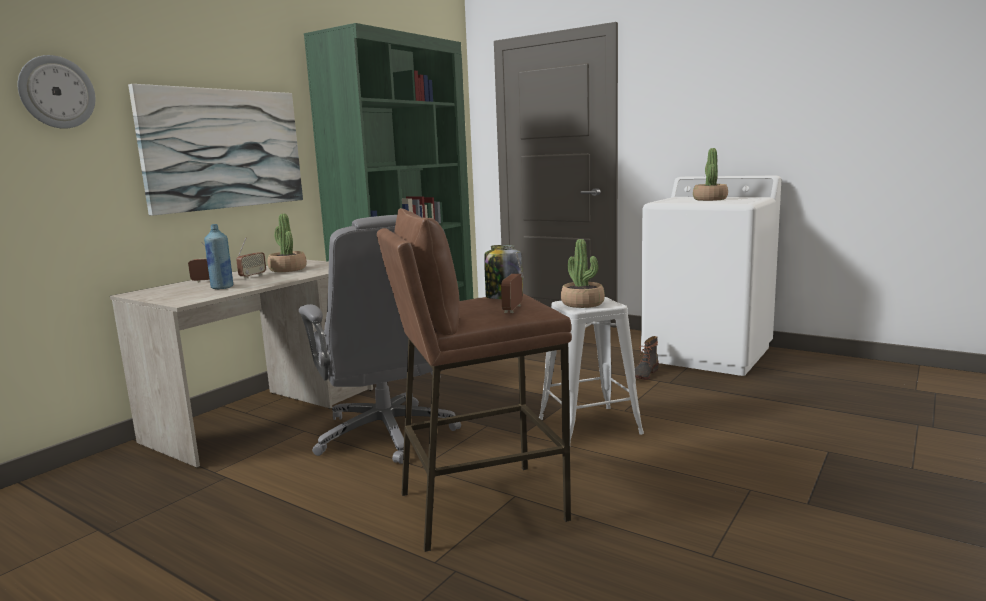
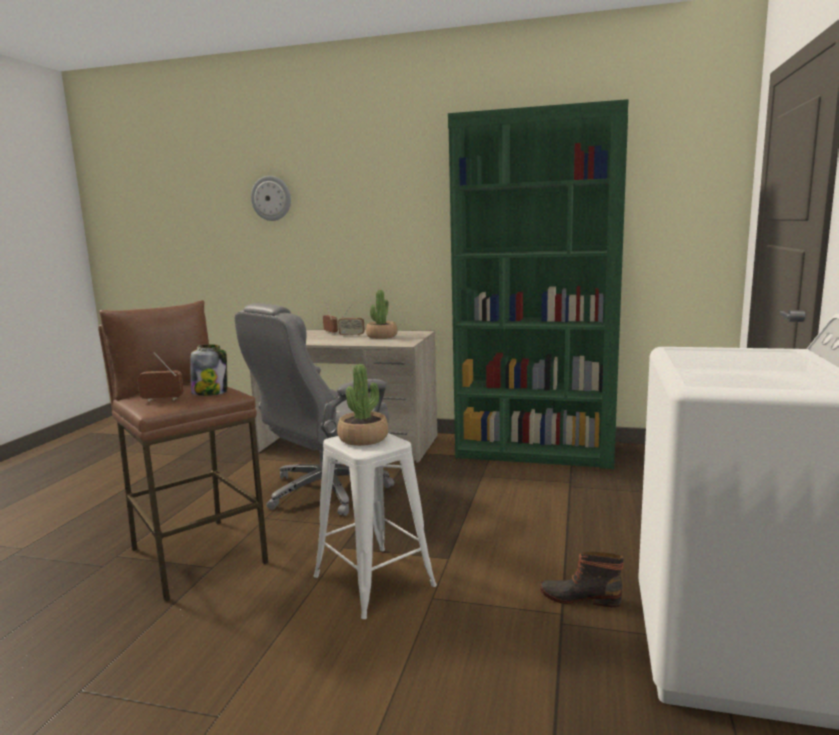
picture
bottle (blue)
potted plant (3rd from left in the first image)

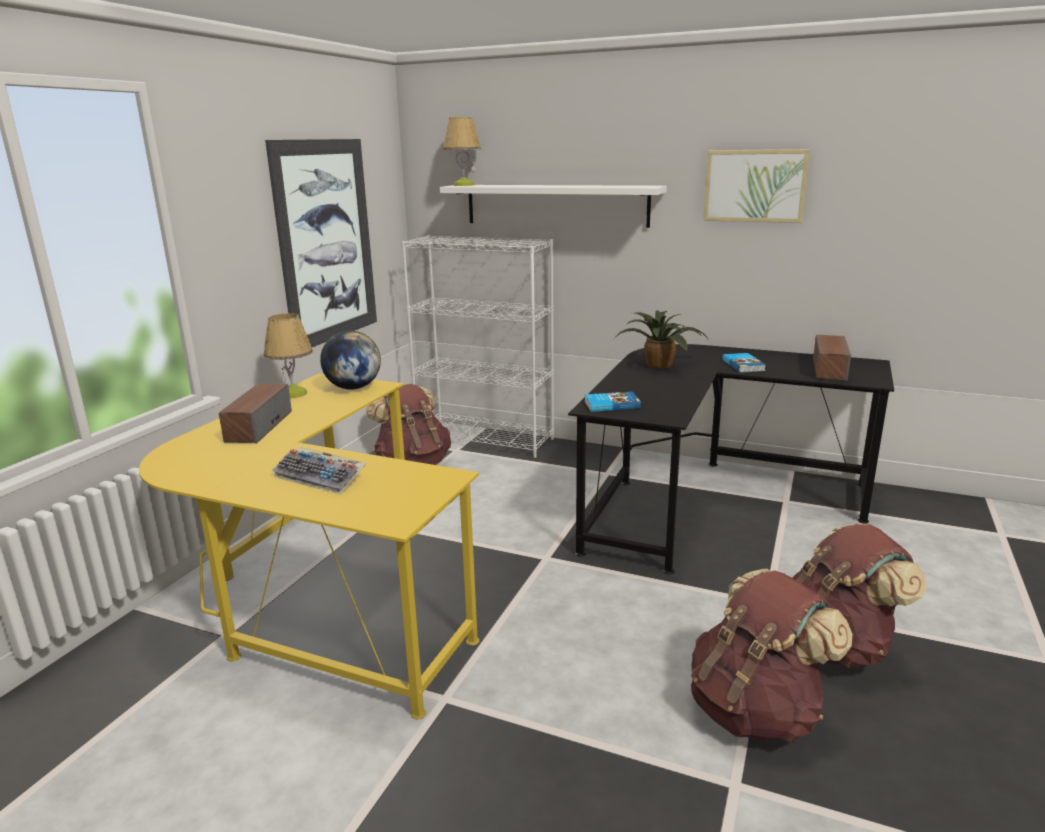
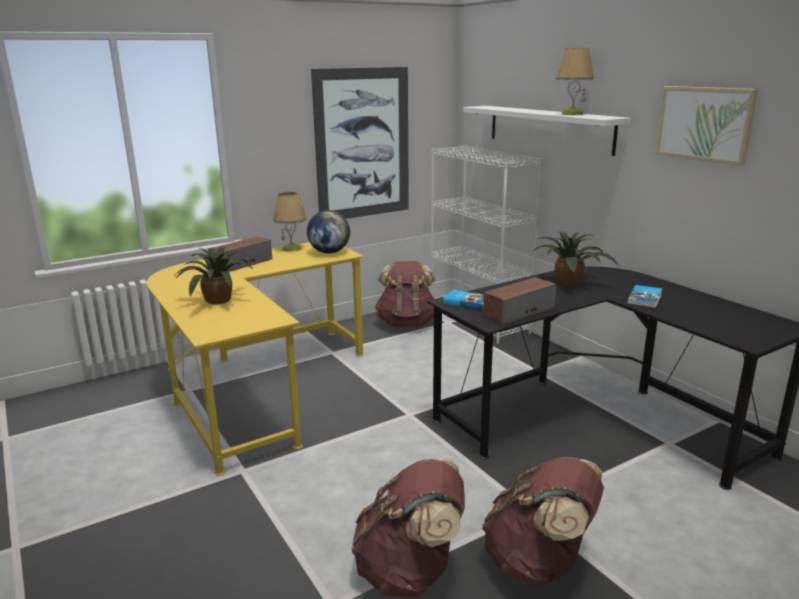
potted plant (1st from left)
speaker (2nd from left)
table lamp (2nd from left)

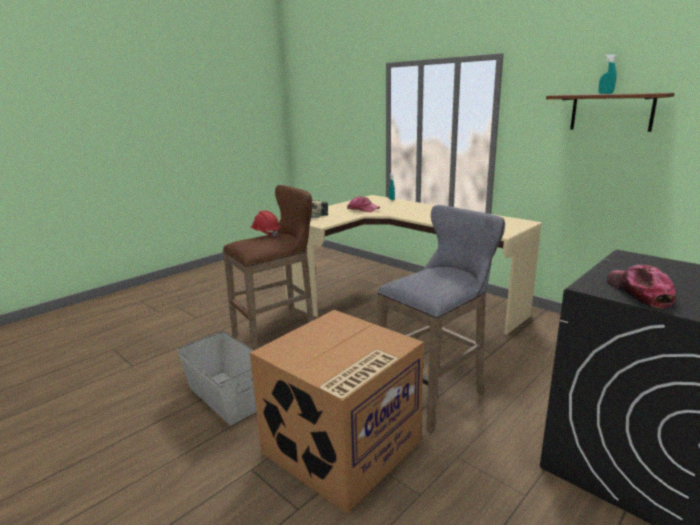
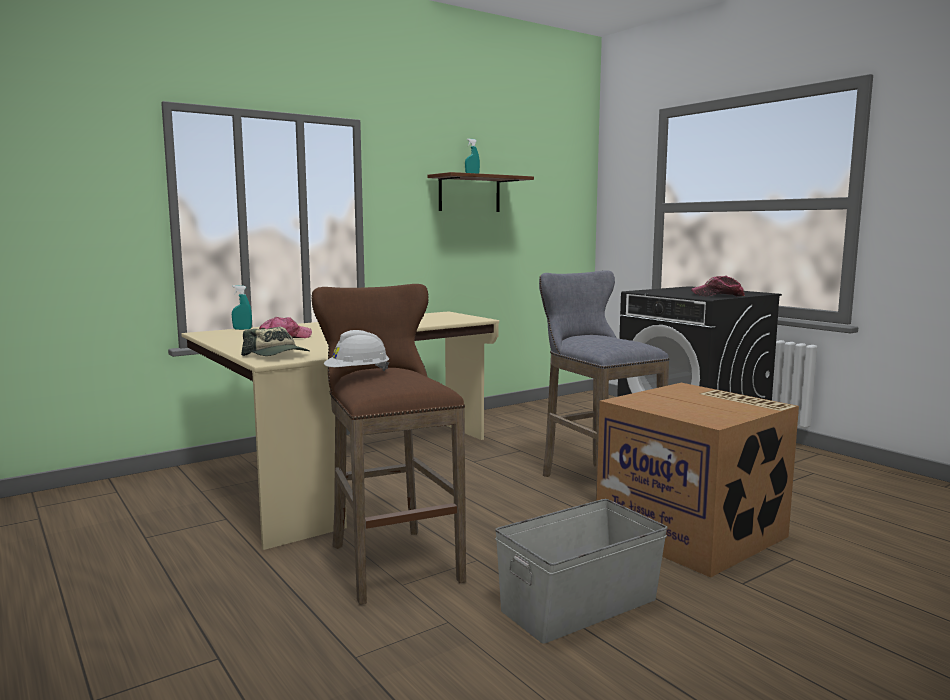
hard hat (white)

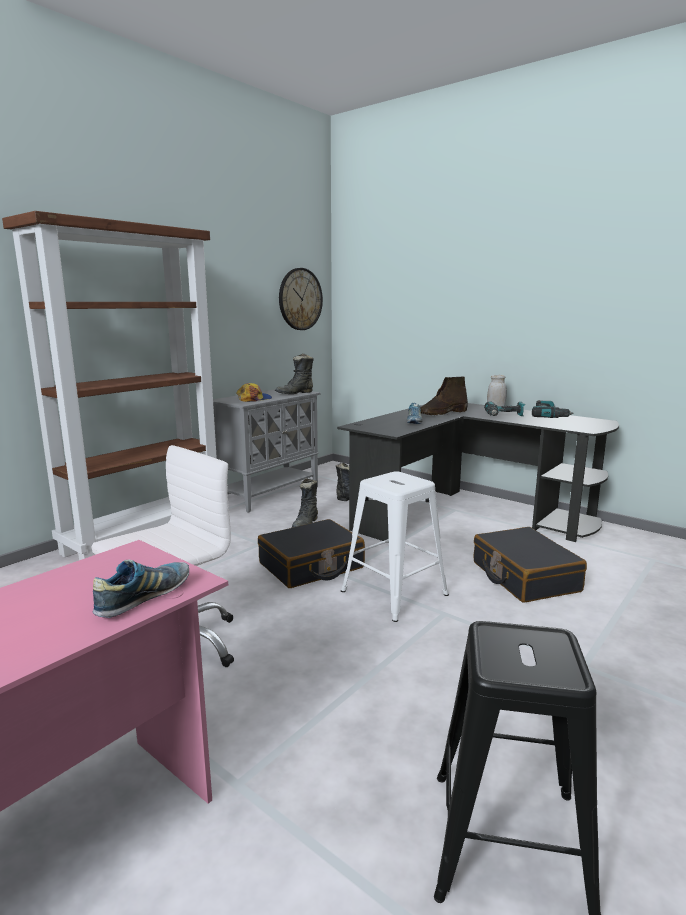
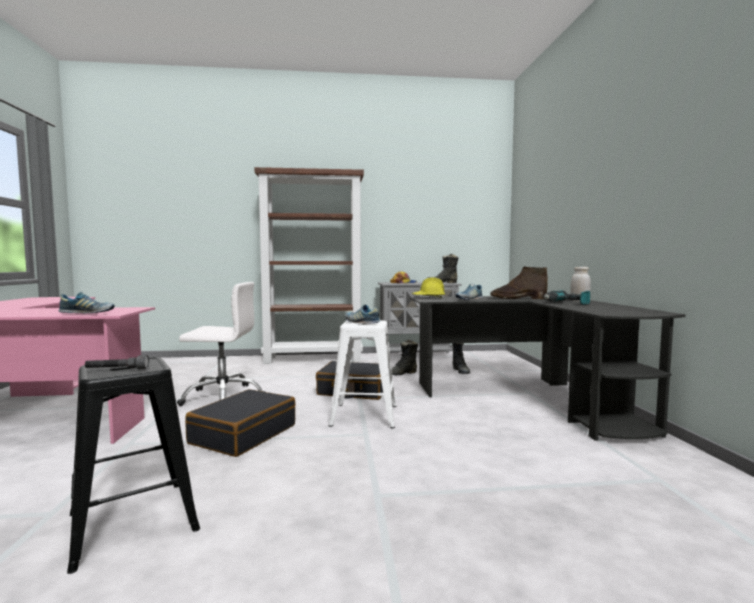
flashlight (grey)
suitcase (black) (1st from left)
shoe (2nd from left)
hard hat (yellow)
wall clock
power drill (2nd from left in the first image)

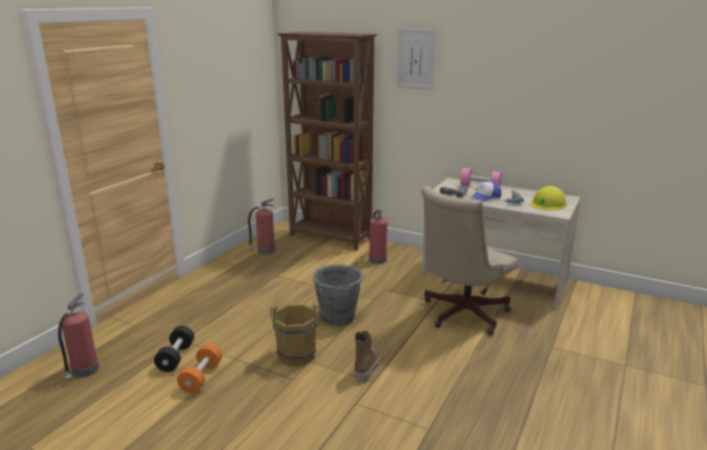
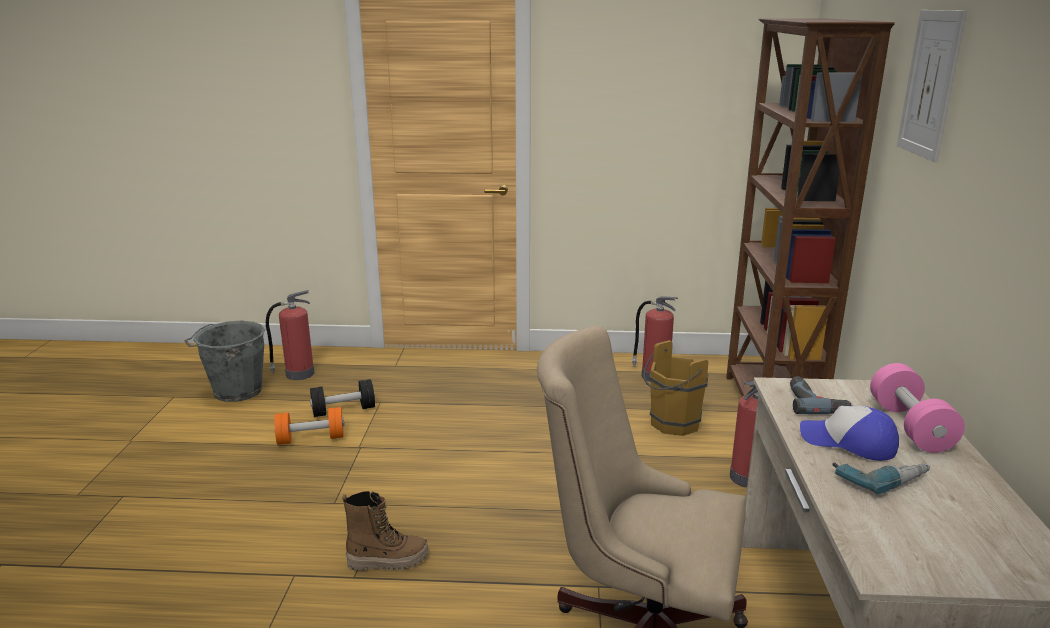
bucket (grey)
bucket (brown)
hard hat (yellow)

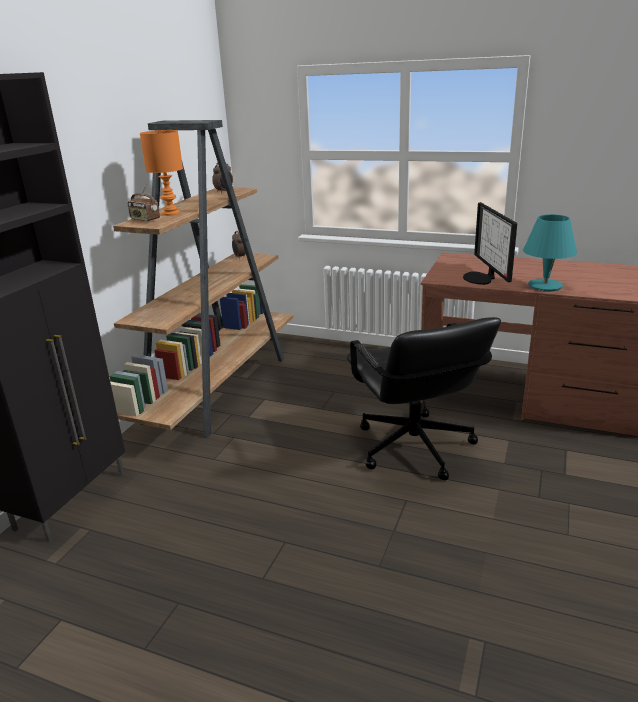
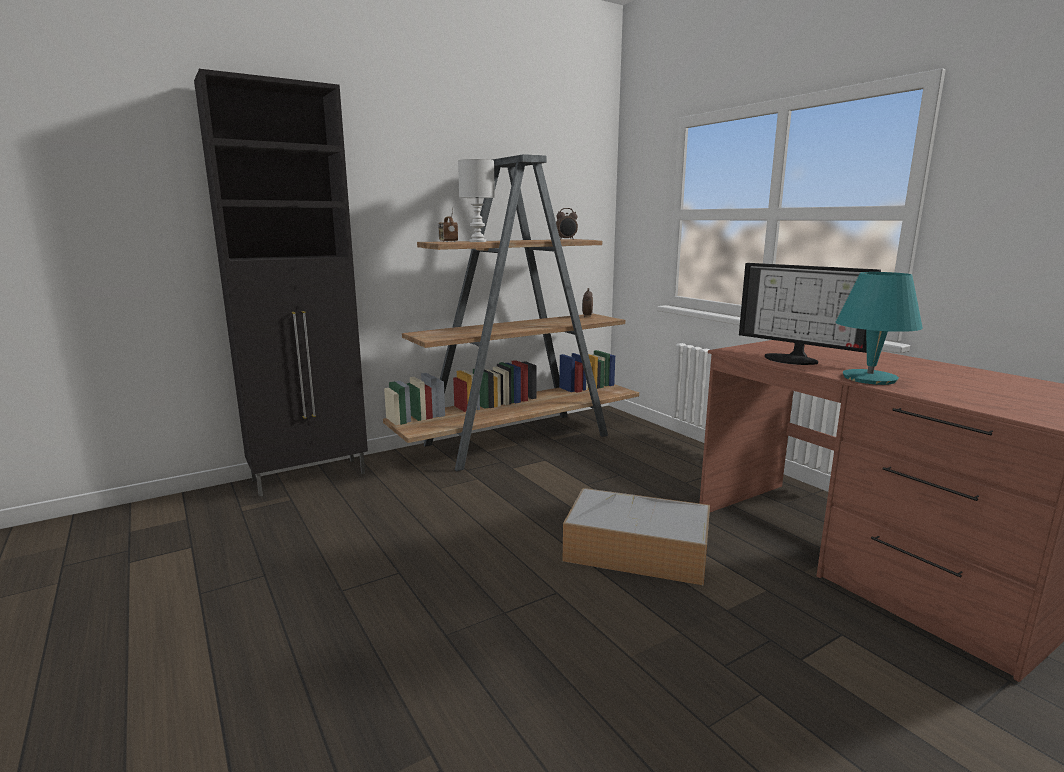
table lamp (white)
storage box
monitor

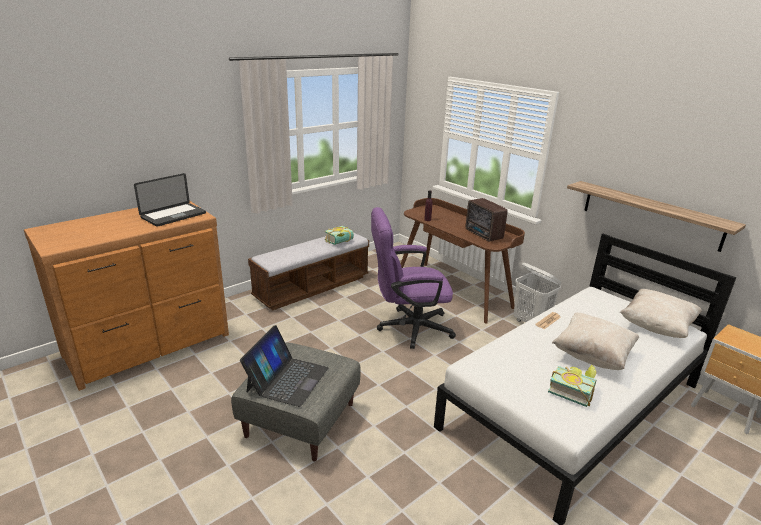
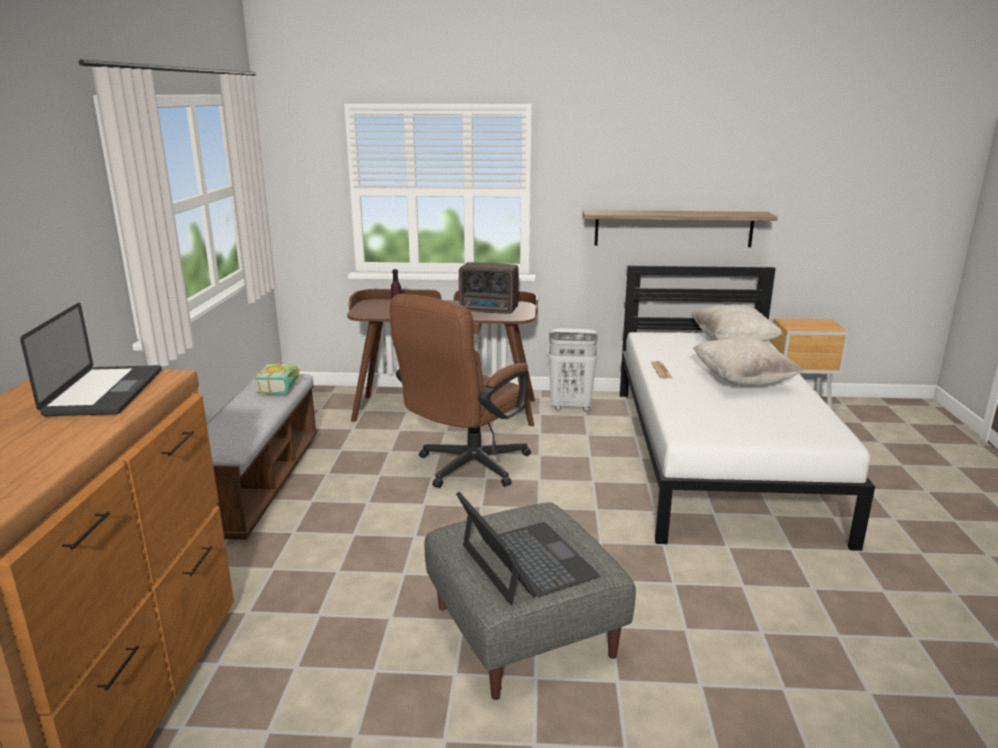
office chair (brown)
book (2nd from left in the first image)

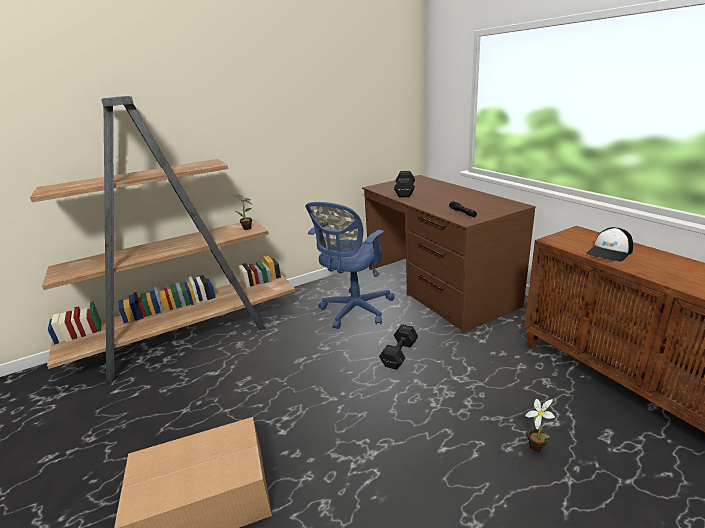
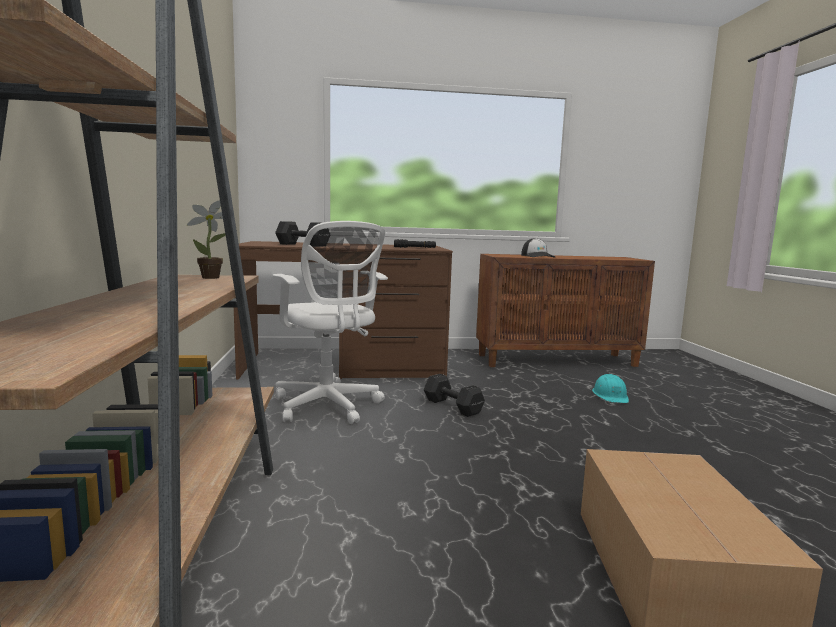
office chair (white)
hard hat (turquoise)

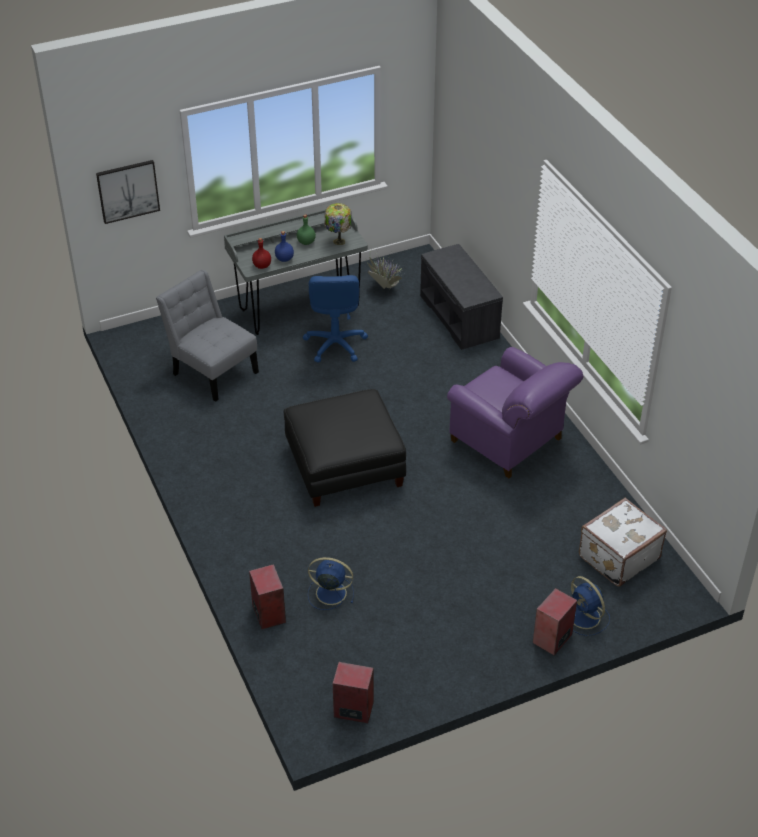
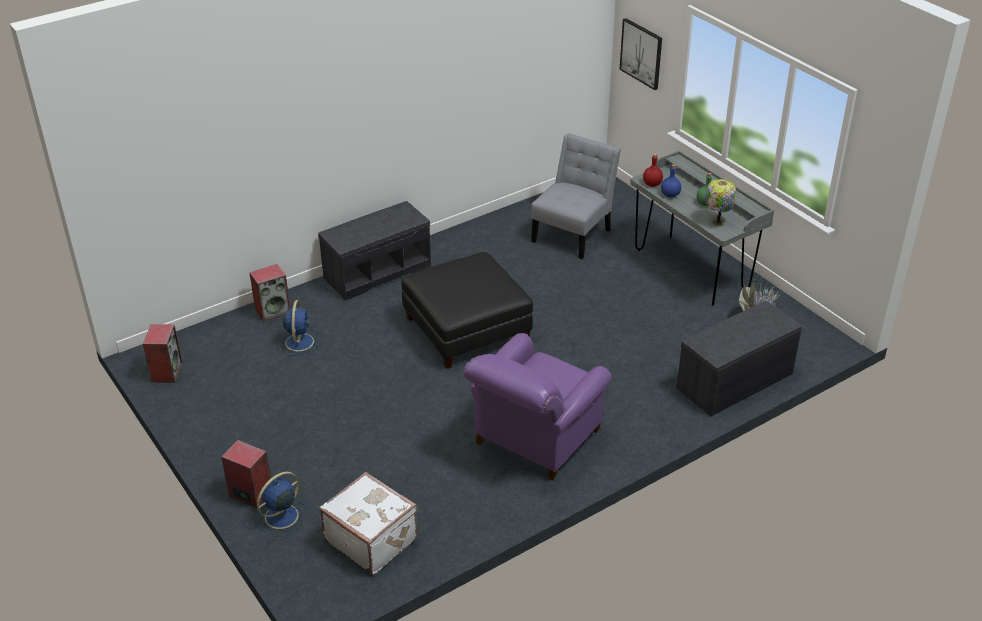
bench (grey) (1st from left)
office chair (blue)

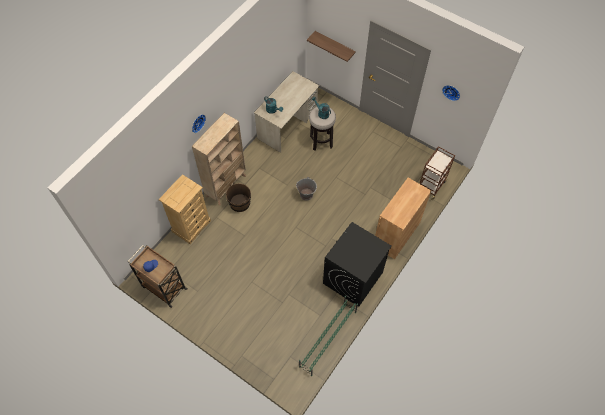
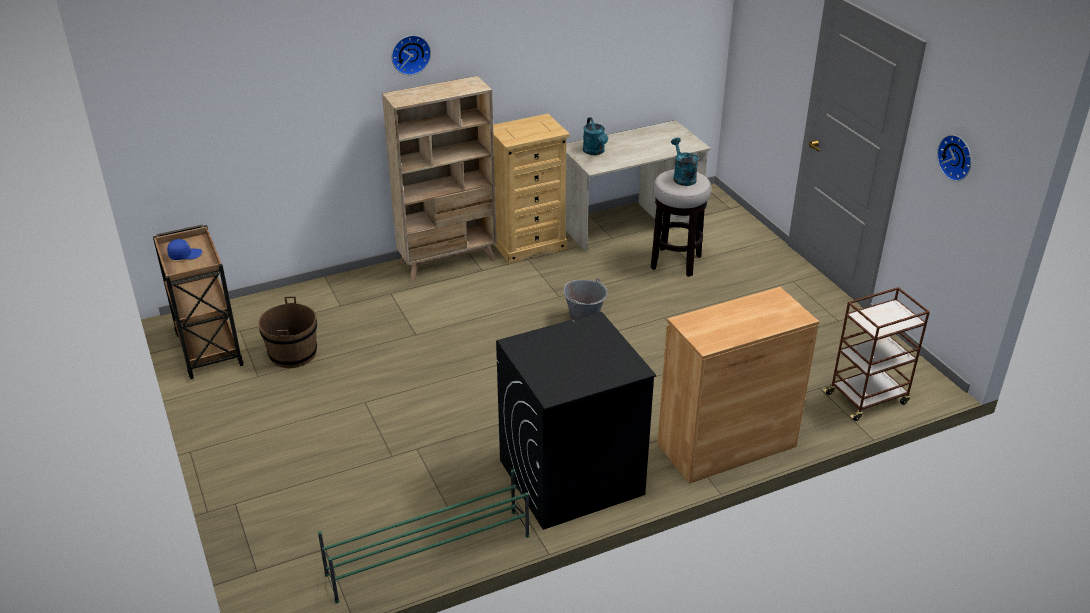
bucket (brown)
dresser (beige)
shelf

